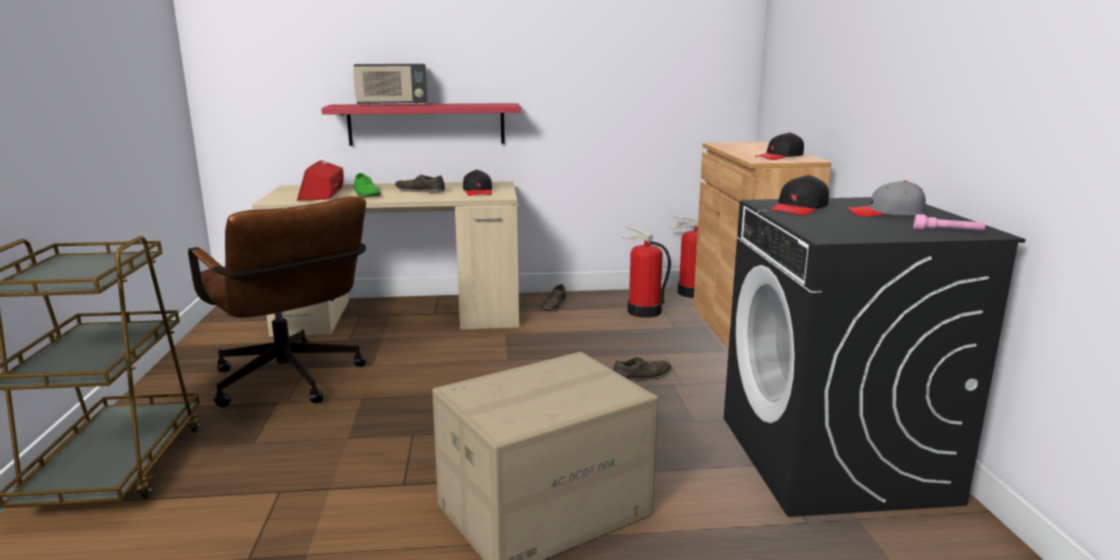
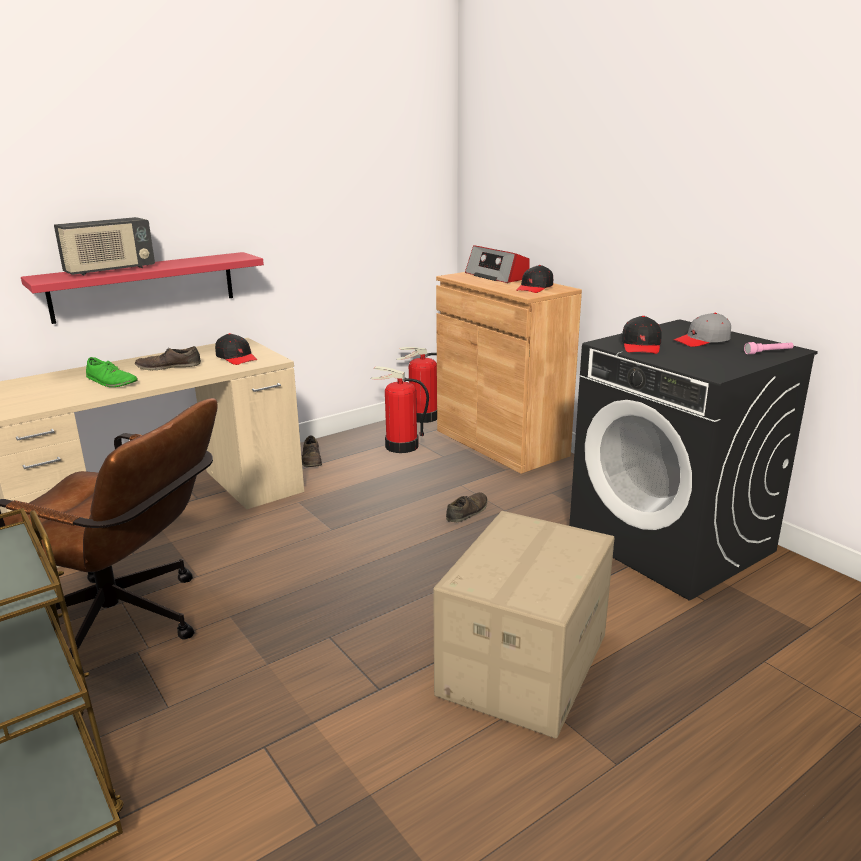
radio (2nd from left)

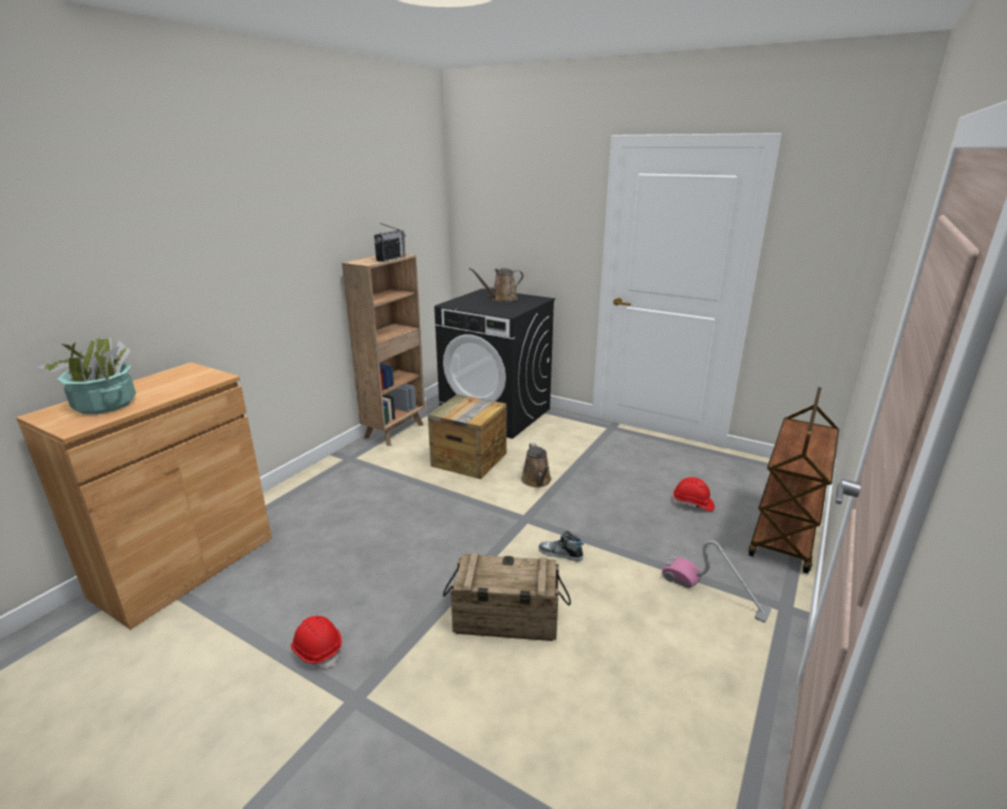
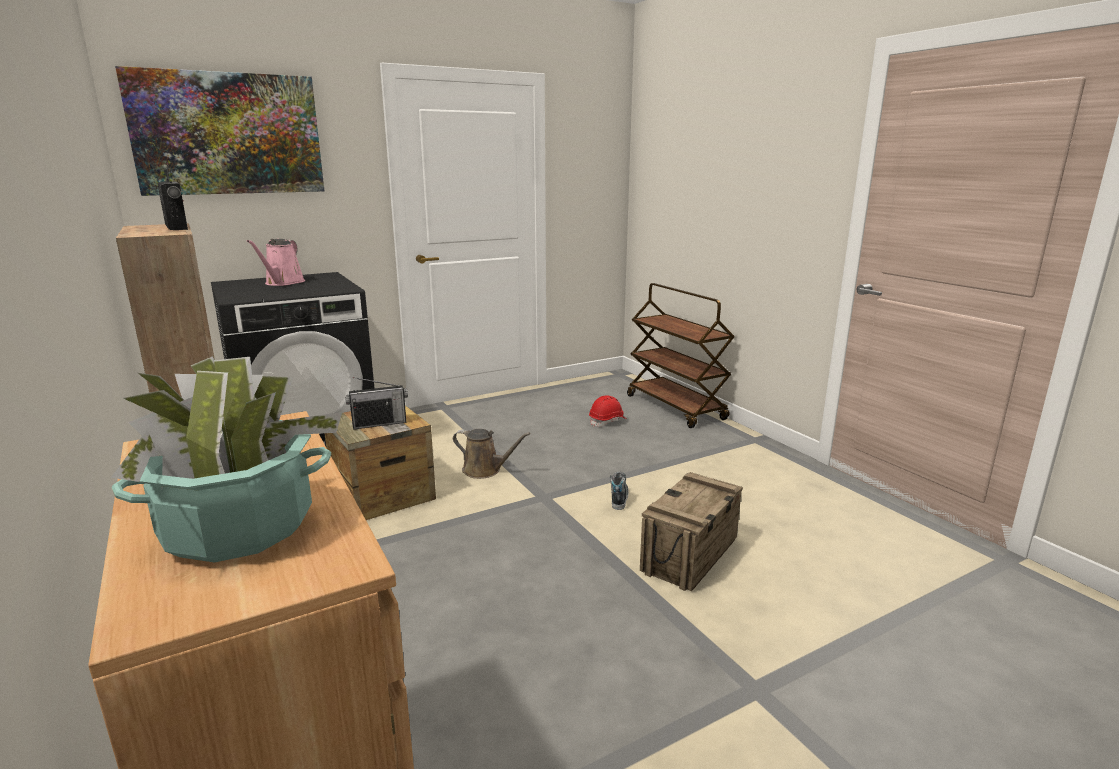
picture
watering can (pink)
radio (2nd from left)
shoe
hard hat (red) (1st from left in the first image)
vacuum cleaner

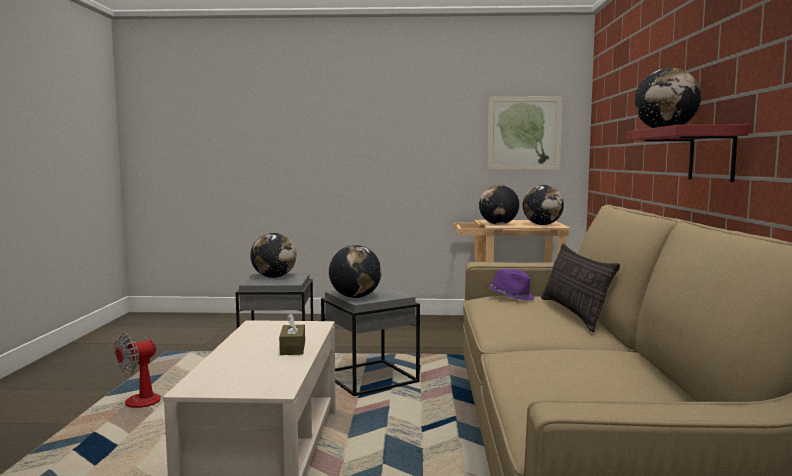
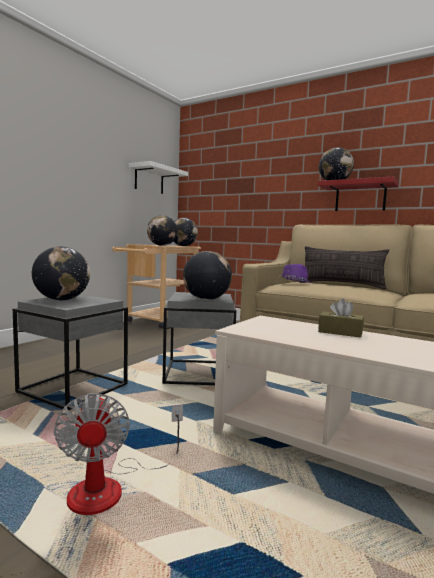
shelf (white)

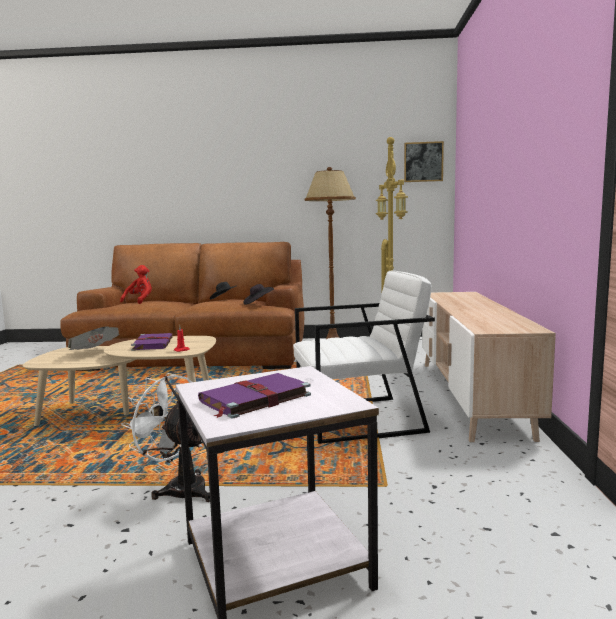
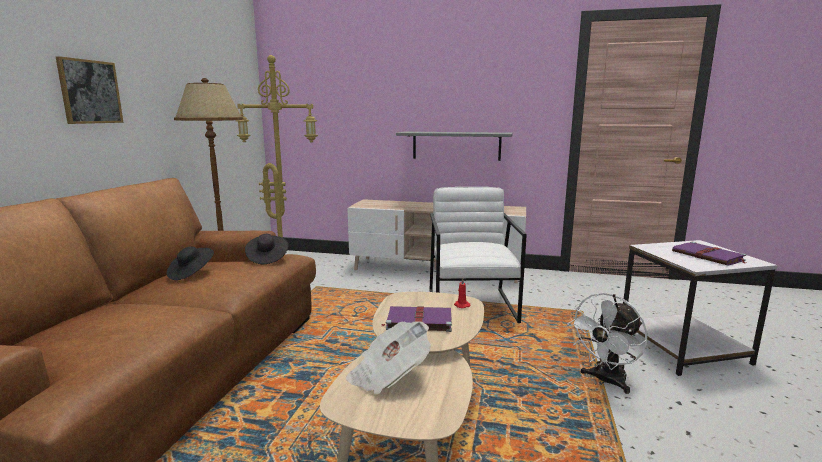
picture
shelf (grey)
plush toy (red)

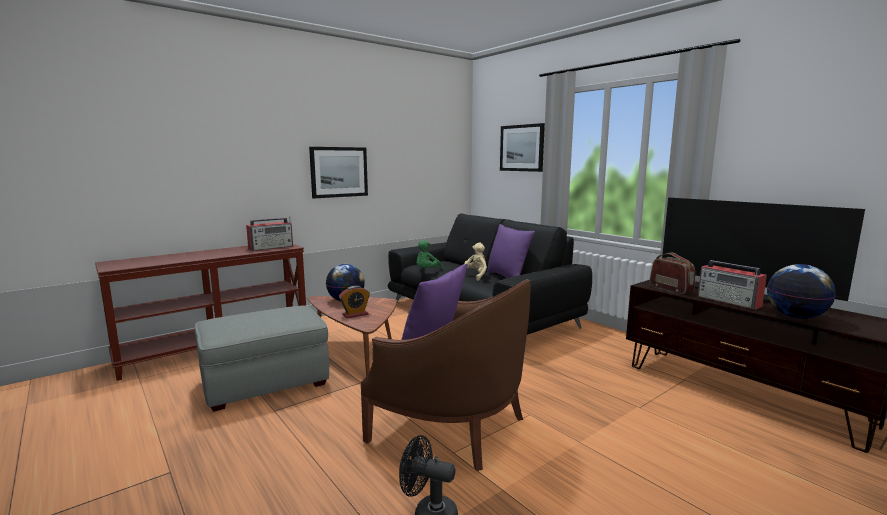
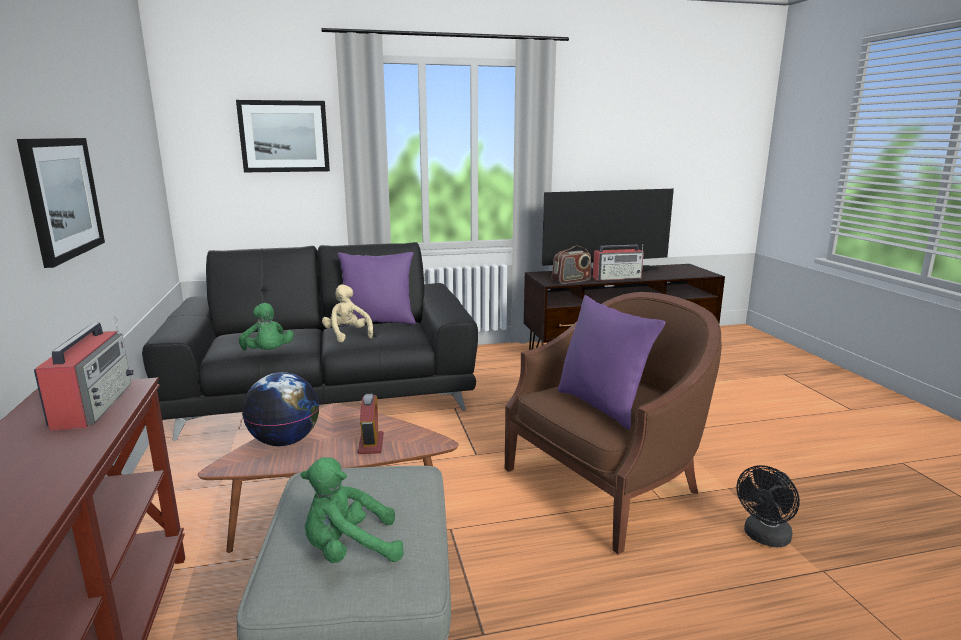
plush toy (green) (2nd from left)
radio (2nd from left)
globe (2nd from left in the first image)

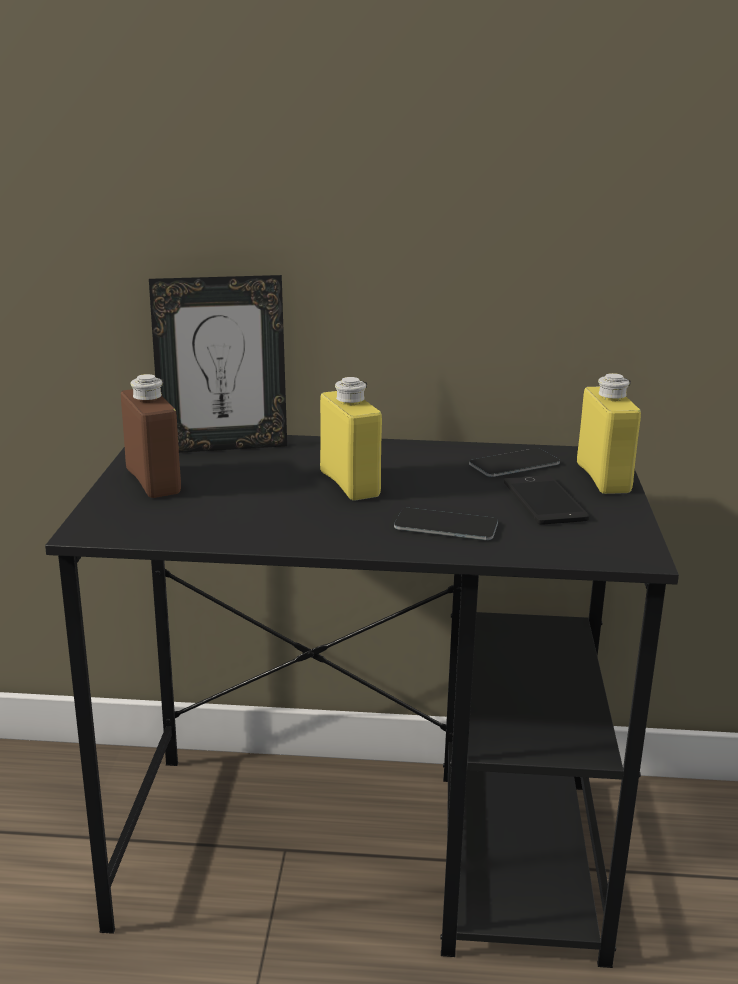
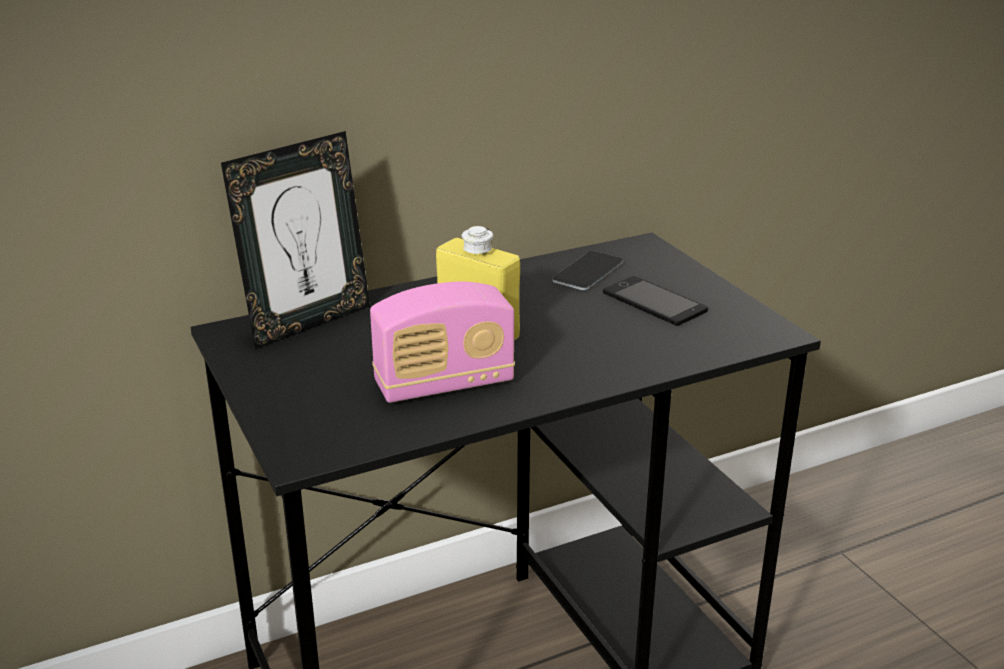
radio
bottle (brown)
phone (1st from left in the first image)
bottle (yellow) (2nd from left in the first image)

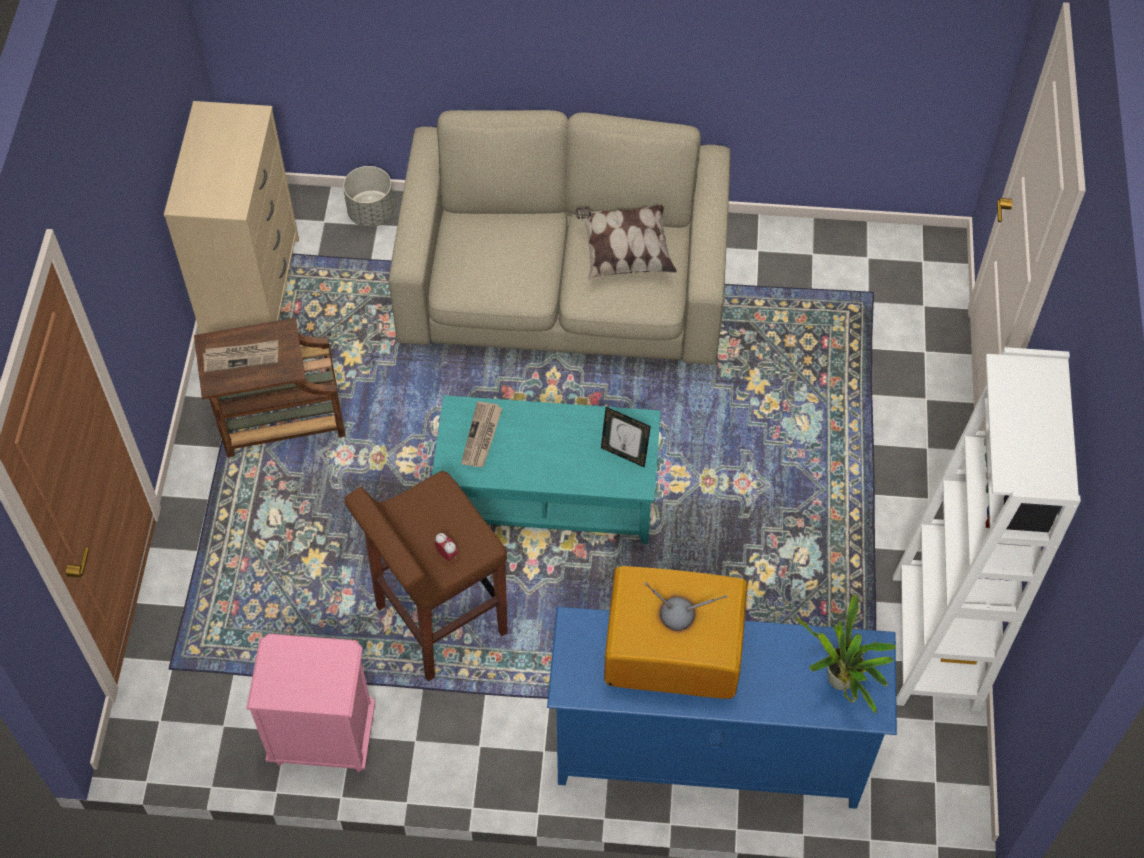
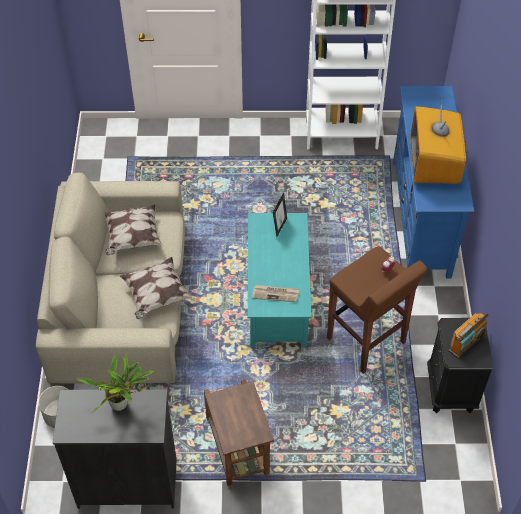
dresser (black)
potted plant
pillow (2nd from left)
nightstand (black)
radio
newspaper (1st from left in the first image)

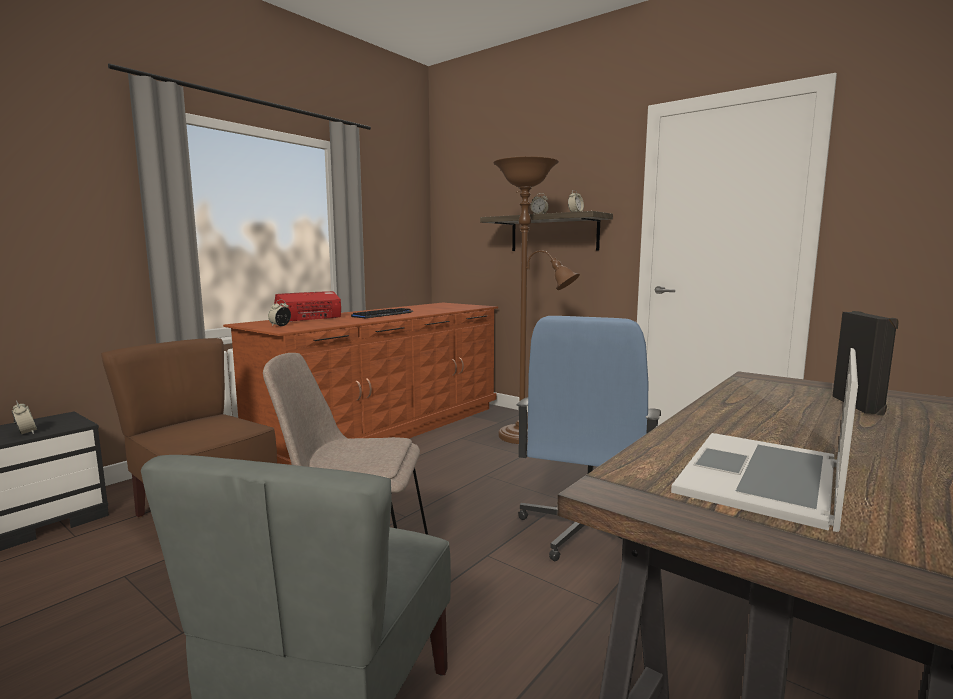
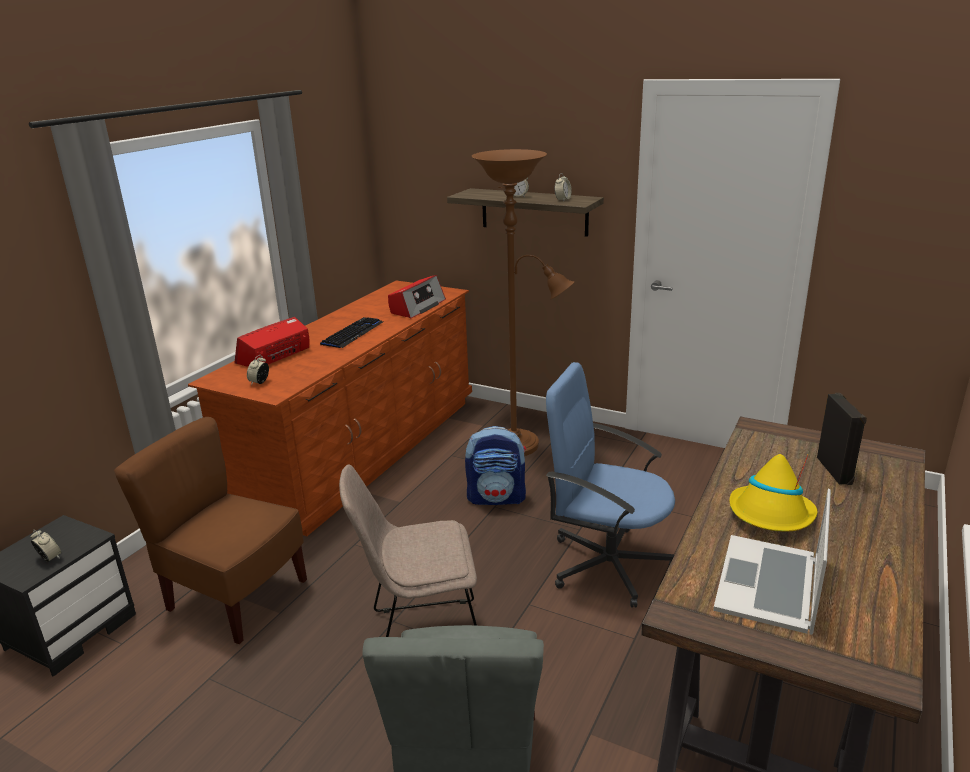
radio (2nd from left)
backpack
office chair (blue)
hat (yellow)

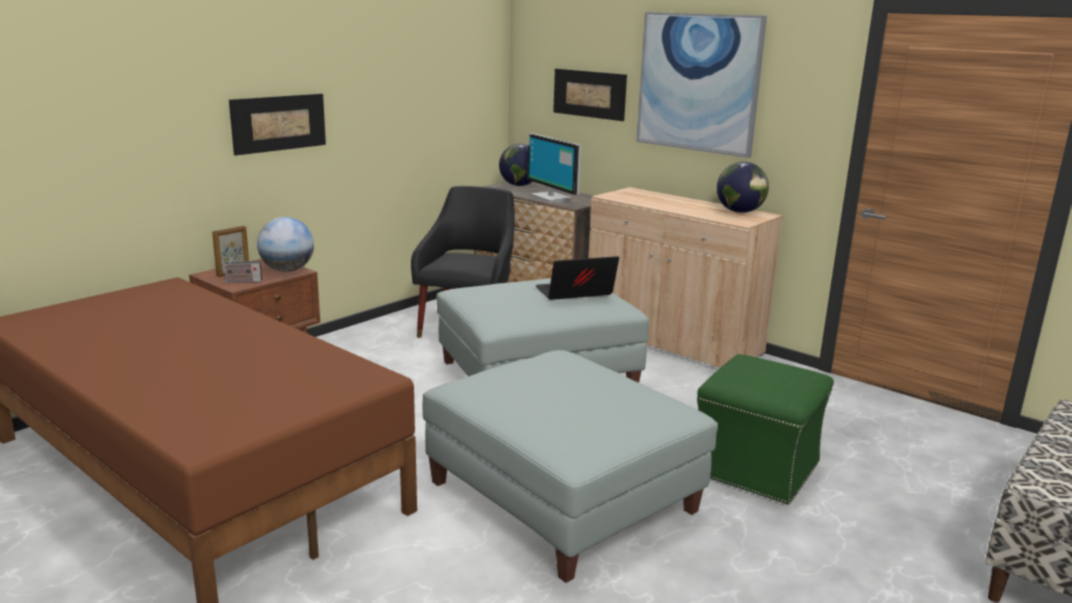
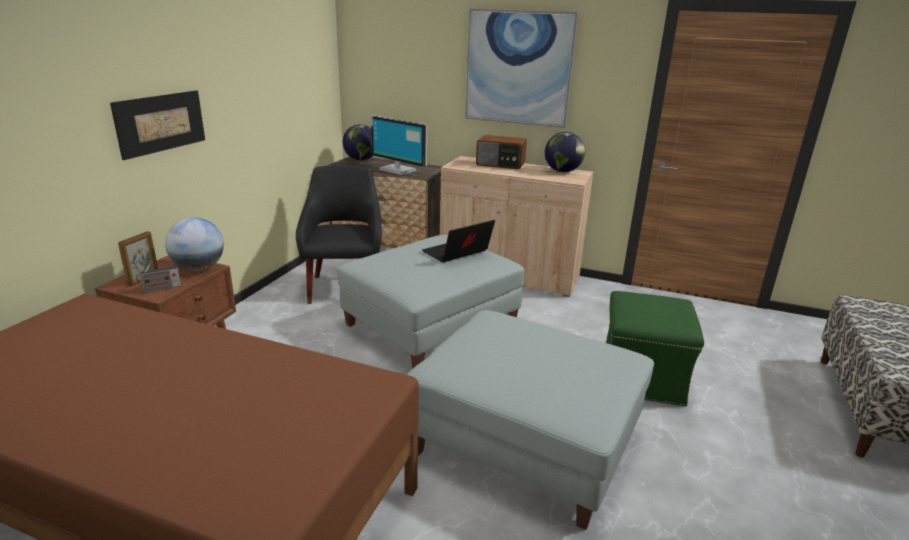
radio (2nd from left)
picture (2nd from left in the first image)

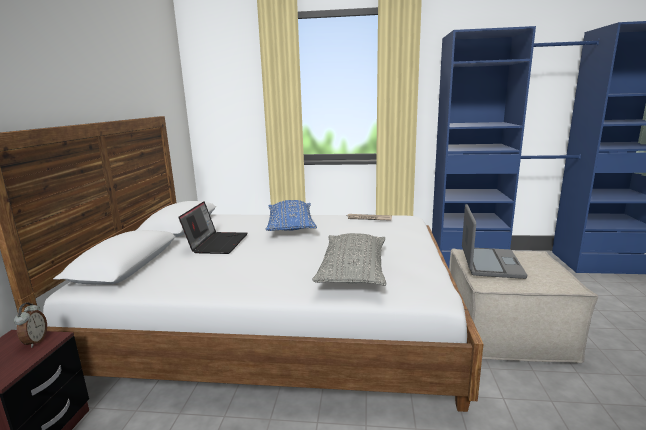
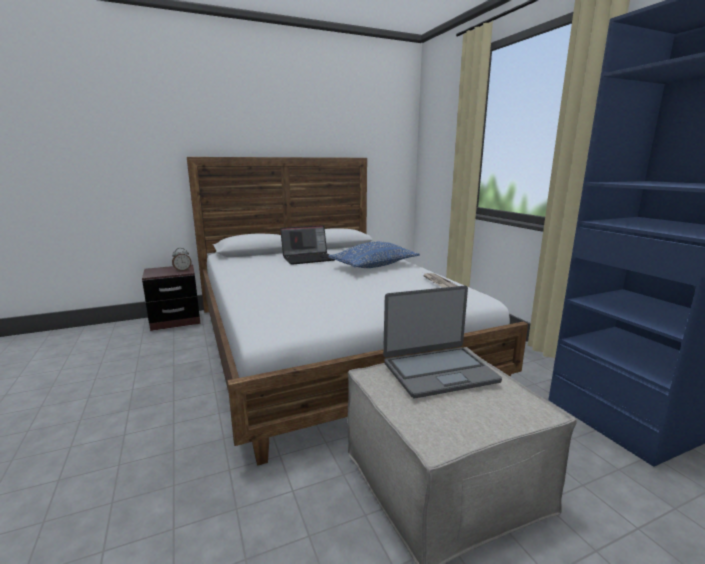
pillow (grey)

